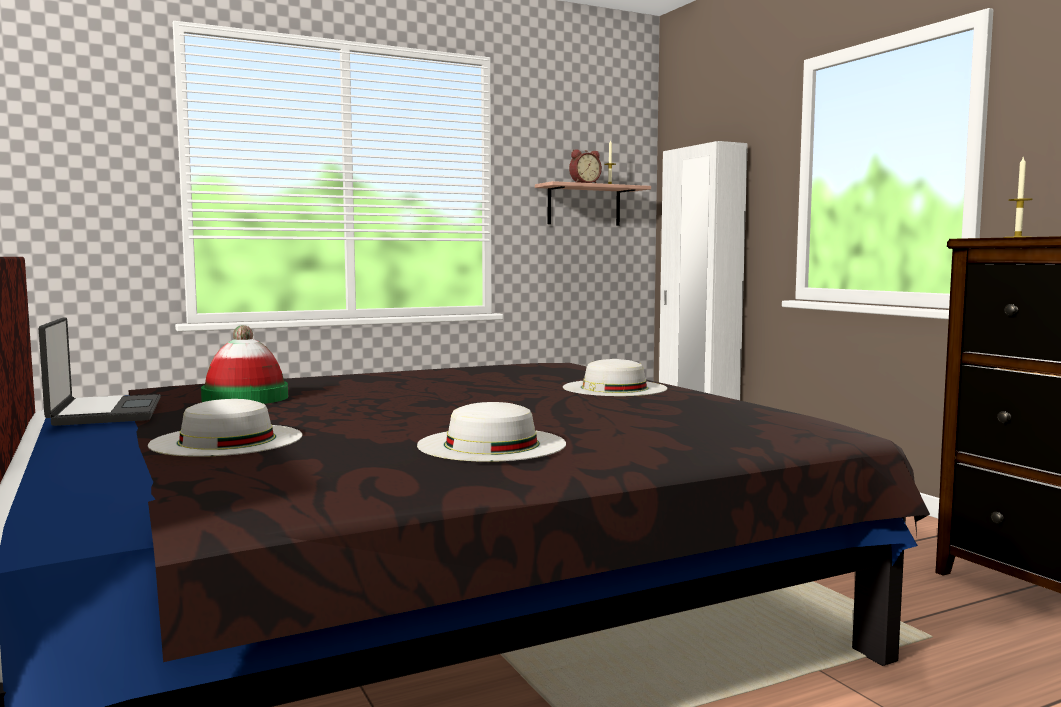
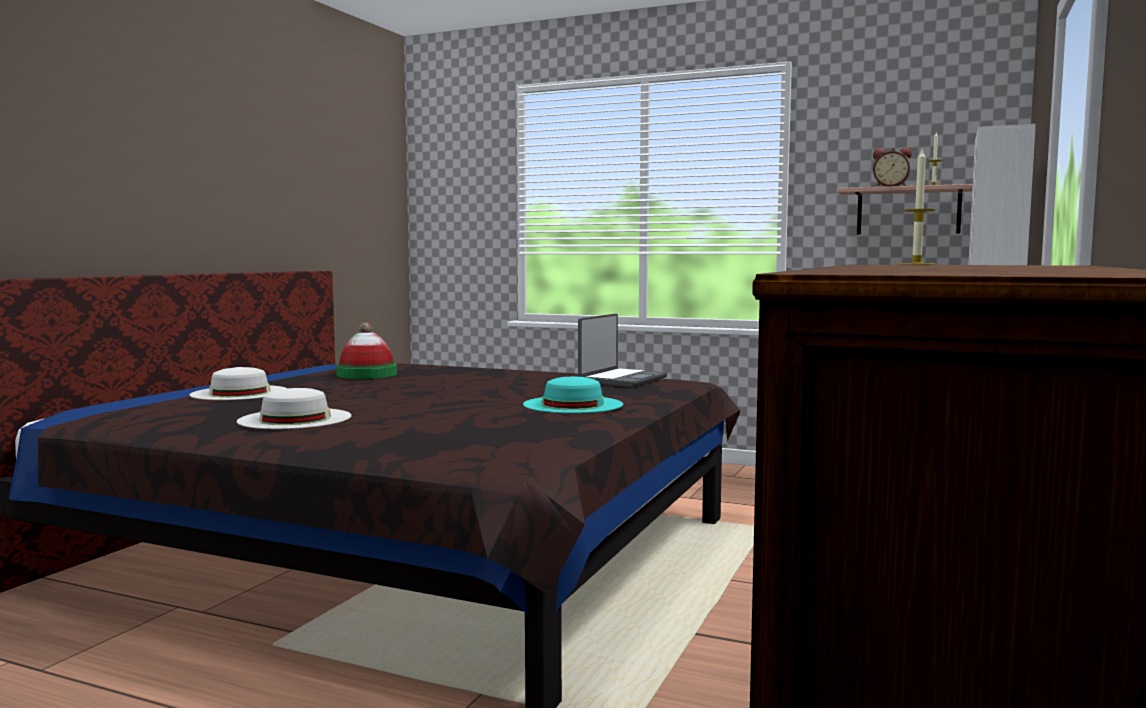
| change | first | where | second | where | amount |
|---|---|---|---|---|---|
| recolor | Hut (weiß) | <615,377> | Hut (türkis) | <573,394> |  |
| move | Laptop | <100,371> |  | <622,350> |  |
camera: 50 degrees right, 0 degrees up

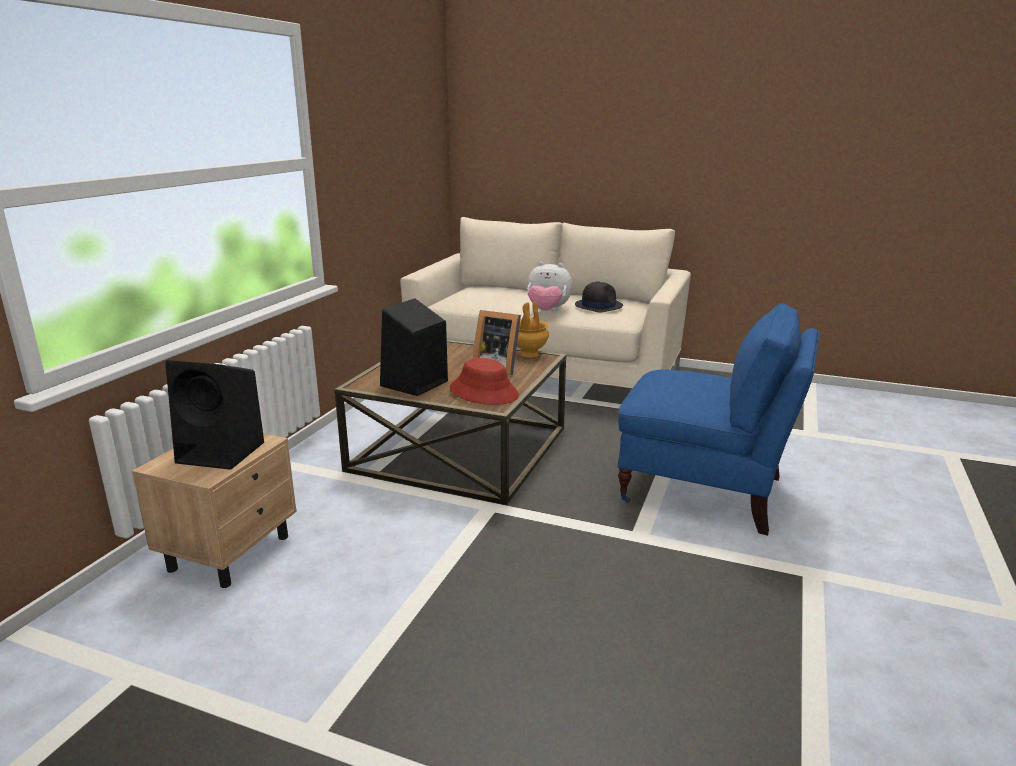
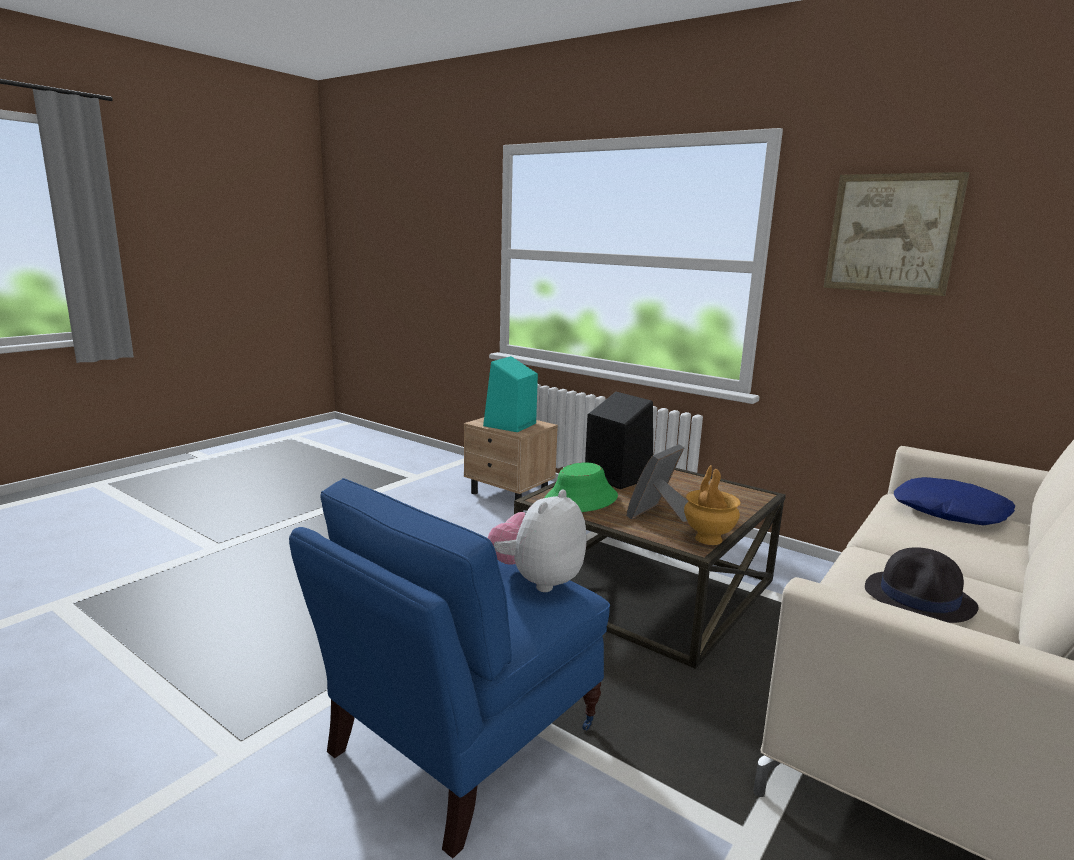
| change | first | where | second | where | amount |
|---|---|---|---|---|---|
| recolor | Lautsprecher (schwarz) | <214,415> | Lautsprecher (türkis) | <510,394> |  |
| move | Plüschtier | <549,286> |  | <537,540> |  |
| recolor | Hut (rot) | <484,381> | Hut (grün) | <581,487> |  |
| insert |  |  | Bild | <897,234> |  |
| insert |  |  | Kissen (blau) | <954,501> |  |
camera: 105 degrees right, 5 degrees down

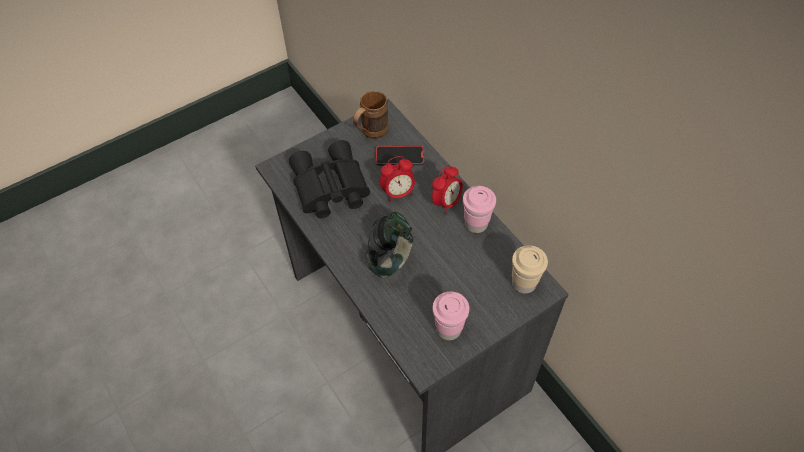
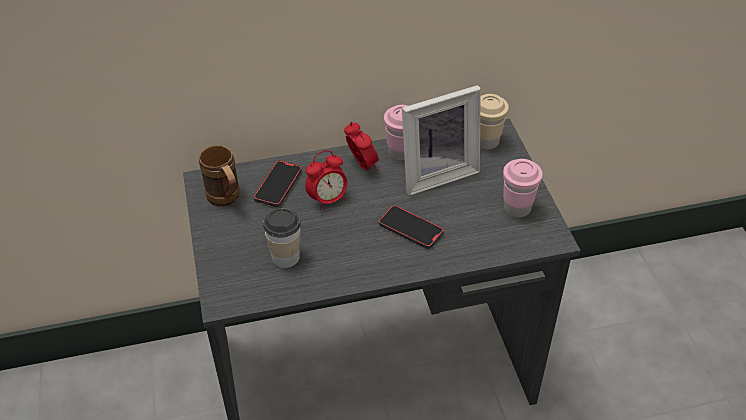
| change | first | where | second | where | amount |
|---|---|---|---|---|---|
| replace | Fernglas (schwarz) | <329,179> | Tasse | <282,238> |  |
| rotate | Wecker | <397,179> |  | <326,180> | 60 degrees clockwise |
| replace | Kopfhörer | <389,245> | Handy | <411,227> |  |
| insert |  |  | Bilderrahmen | <441,140> |  |
camera: 70 degrees left, 10 degrees down

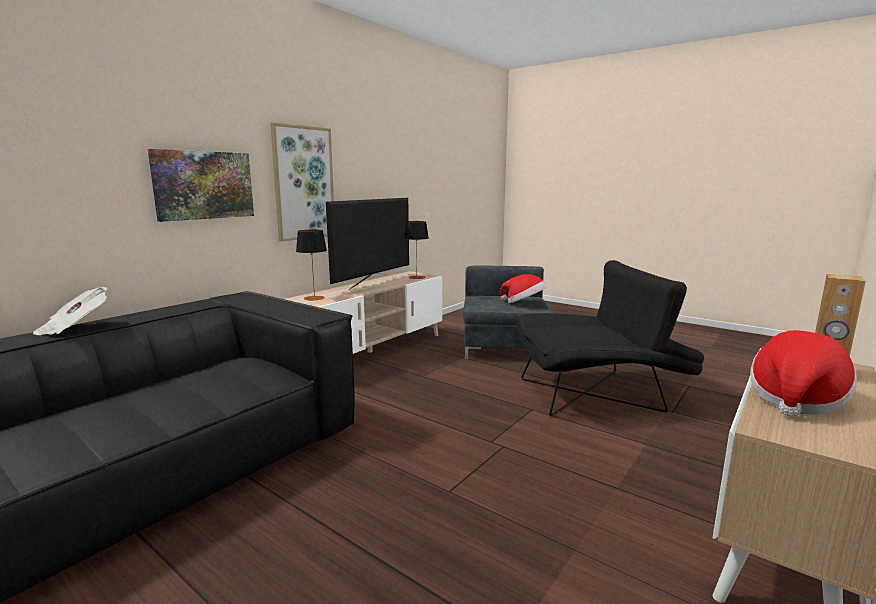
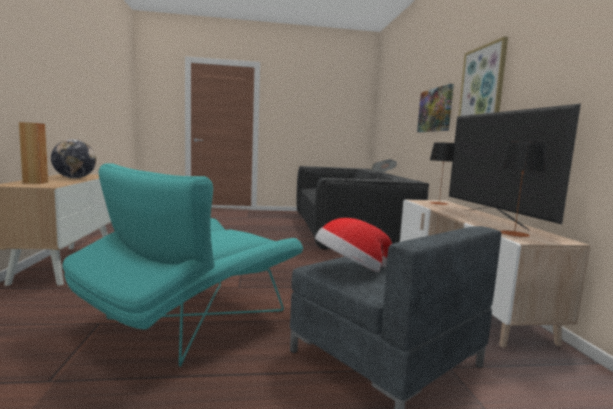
| change | first | where | second | where | amount |
|---|---|---|---|---|---|
| replace | Hut | <803,373> | Globus | <73,158> |  |
| recolor | Sessel (schwarz) | <610,338> | Sessel (türkis) | <182,265> |  |
camera: 135 degrees right, 5 degrees down

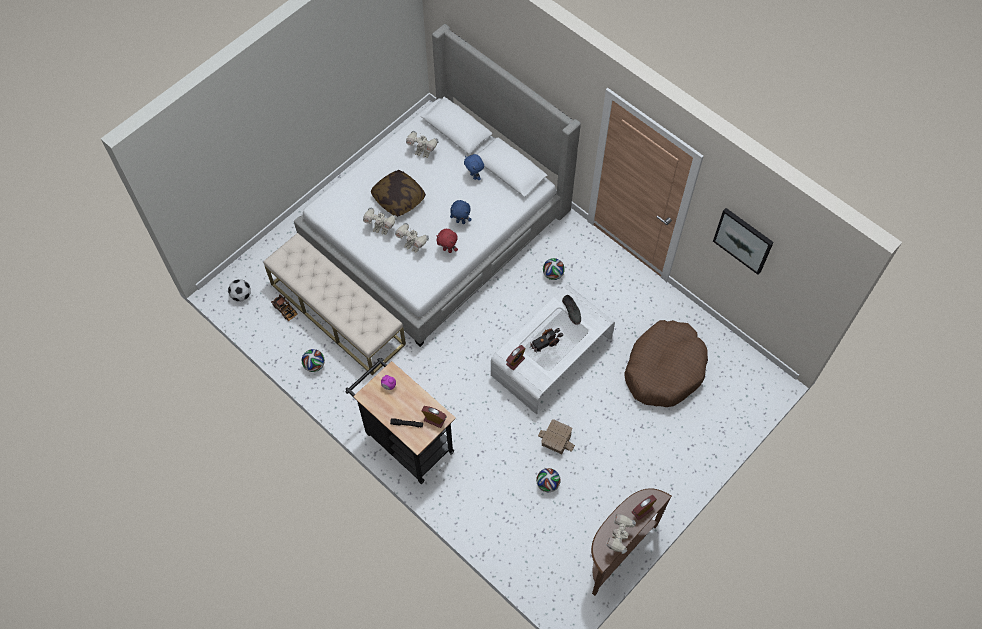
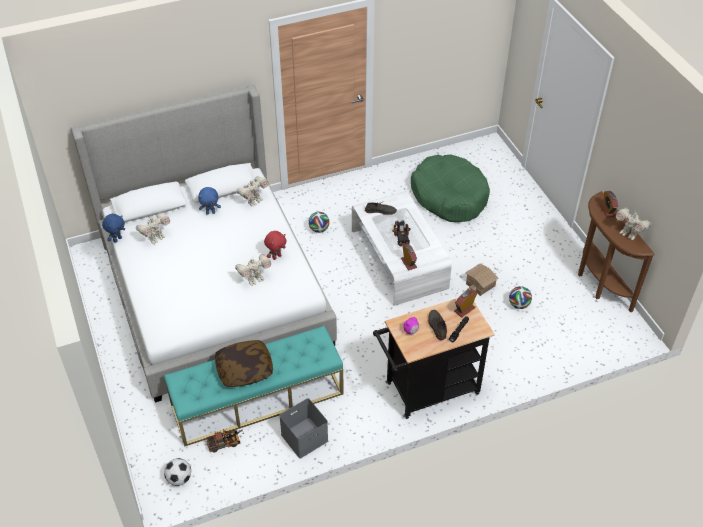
| change | first | where | second | where | amount |
|---|---|---|---|---|---|
| move | Plüschtier (blau) | <460,212> |  | <113,228> |  |
| recolor | Bank (beige) | <334,304> | Bank (türkis) | <254,386> |  |
| move | Kissen | <398,193> |  | <244,363> |  |
| move | Spielzeugroboter | <380,221> |  | <252,191> |  |
| replace | Fußball | <313,360> | Aufbewahrungsbox (grau) | <303,428> |  |
| recolor | Hundebett (braun) | <666,363> | Hundebett (grün) | <450,188> |  |
| insert |  |  | Schuh (grau) | <437,325> |  |
| delete | Bild | <743,241> |  |  |  |
camera: 65 degrees left, 15 degrees down

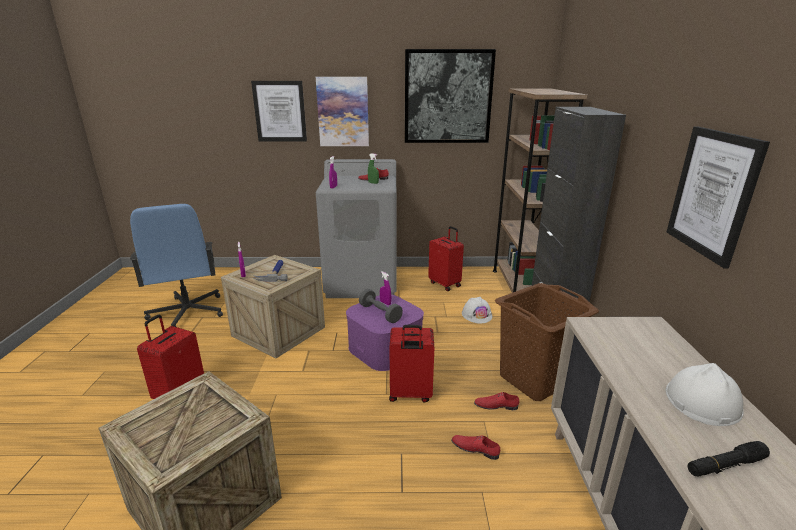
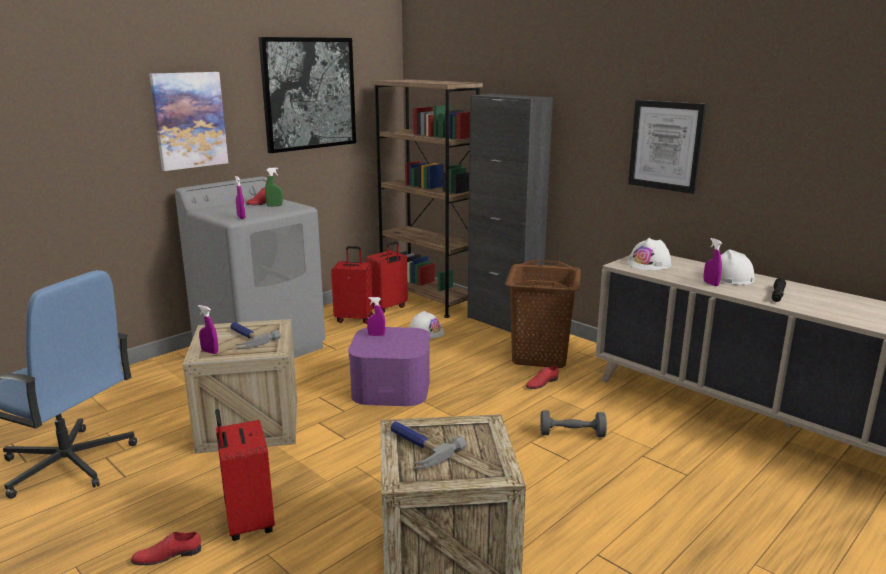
| change | first | where | second | where | amount |
|---|---|---|---|---|---|
| move | Schuh (rot) | <475,447> |  | <166,548> |  |
| move | Koffer (rot) | <411,363> |  | <387,277> |  |
| insert |  |  | Hammer | <428,445> |  |
| move | Hantel (grau) | <381,306> |  | <573,423> |  |
| insert |  |  | Schutzhelm (weiß) | <649,254> |  |
| insert |  |  | Sprühflasche (lila) | <713,262> |  |
| delete | Bild | <279,111> |  |  |  |
camera: 45 degrees left, 5 degrees down

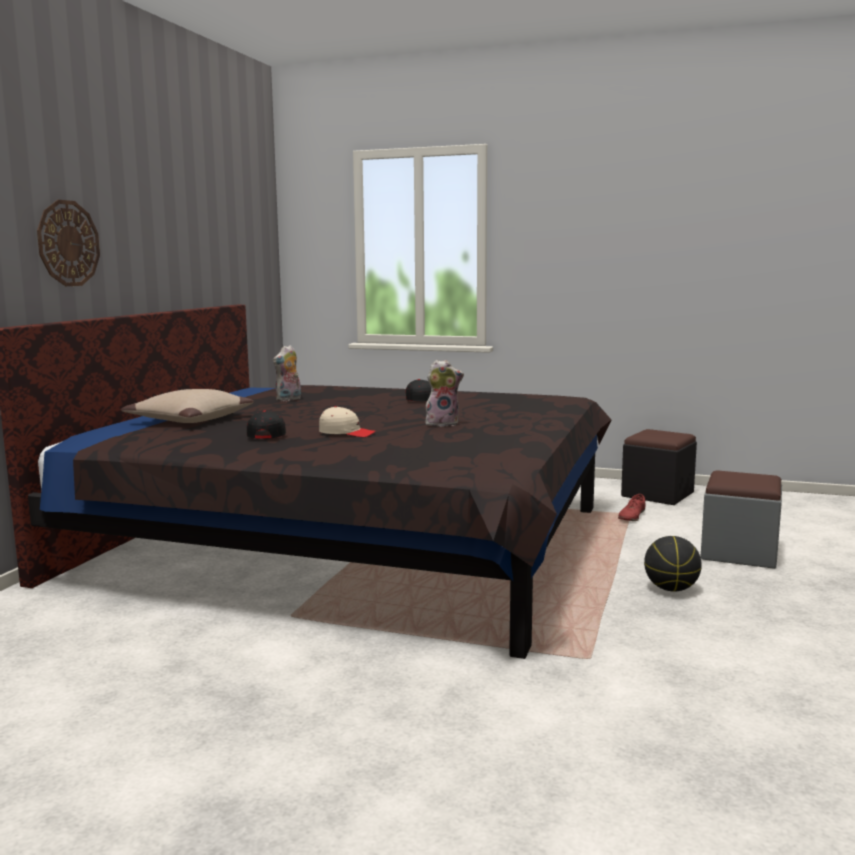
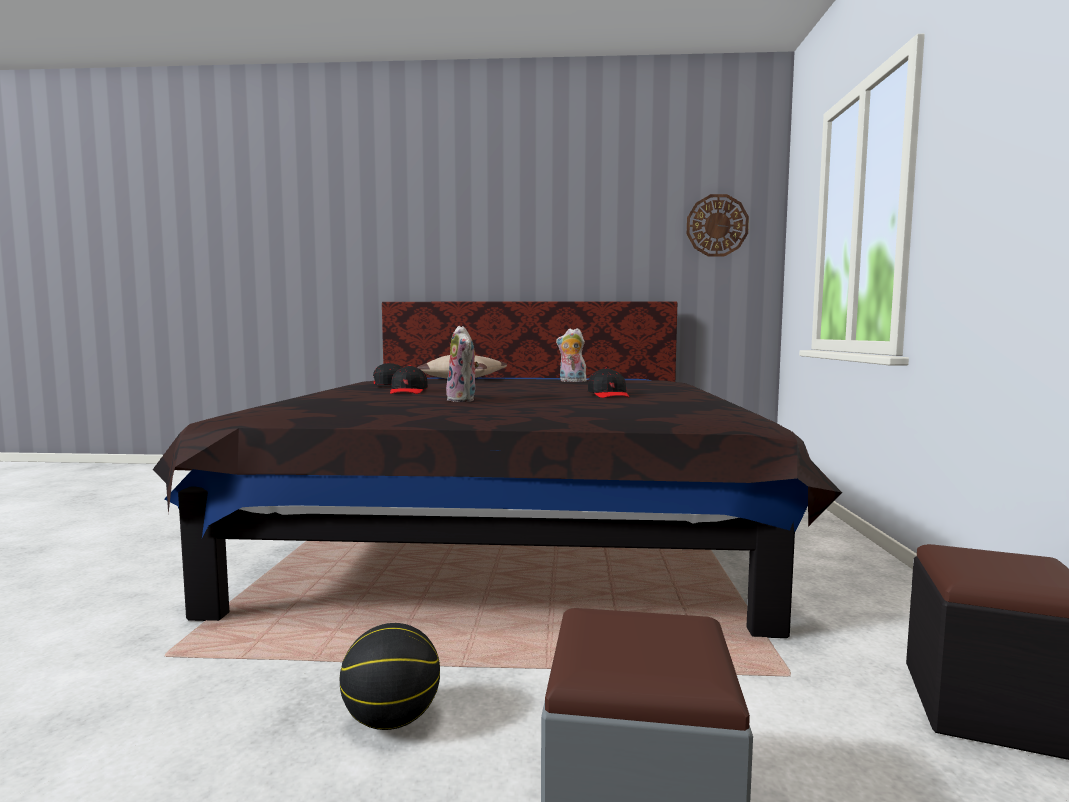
| change | first | where | second | where | amount |
|---|---|---|---|---|---|
| recolor | Kappe (beige) | <347,421> | Kappe (schwarz) | <409,379> |  |
| move | Wanduhr | <68,243> |  | <718,225> |  |
| delete | Schuh (rot) | <632,507> |  |  |  |
camera: 75 degrees right, 5 degrees down

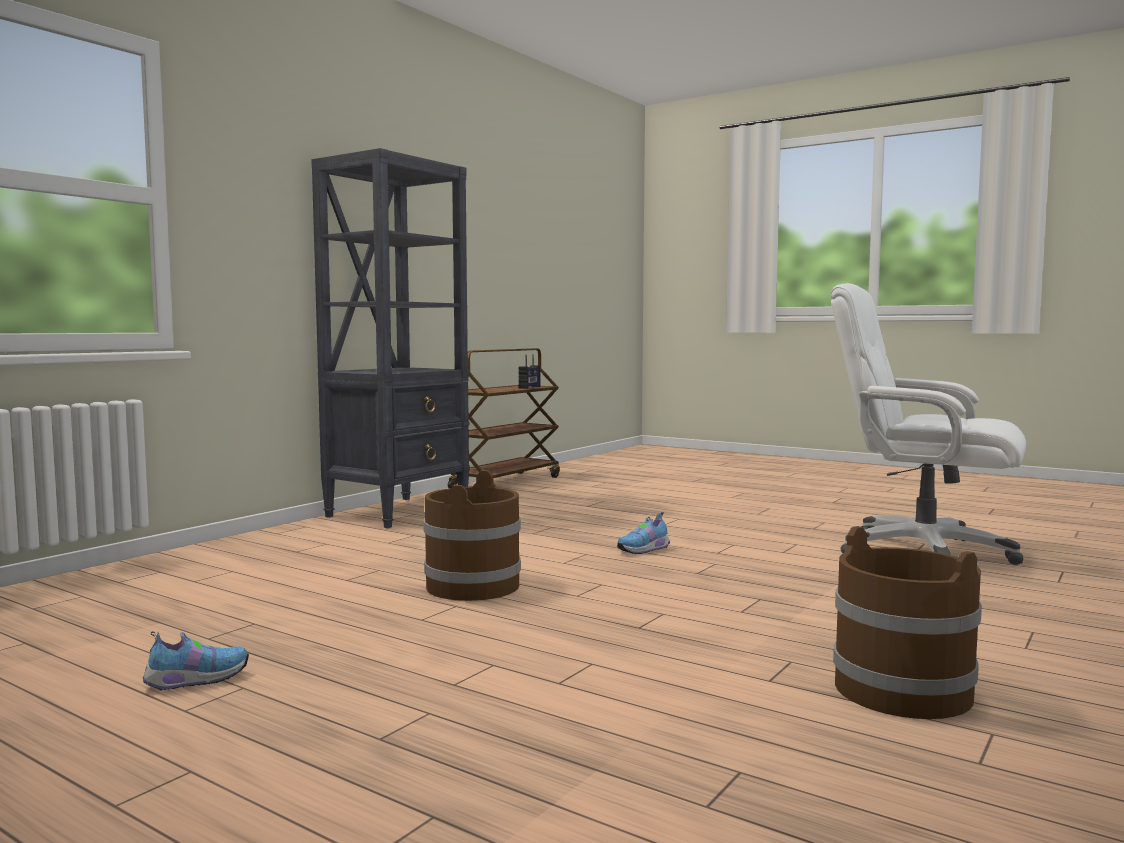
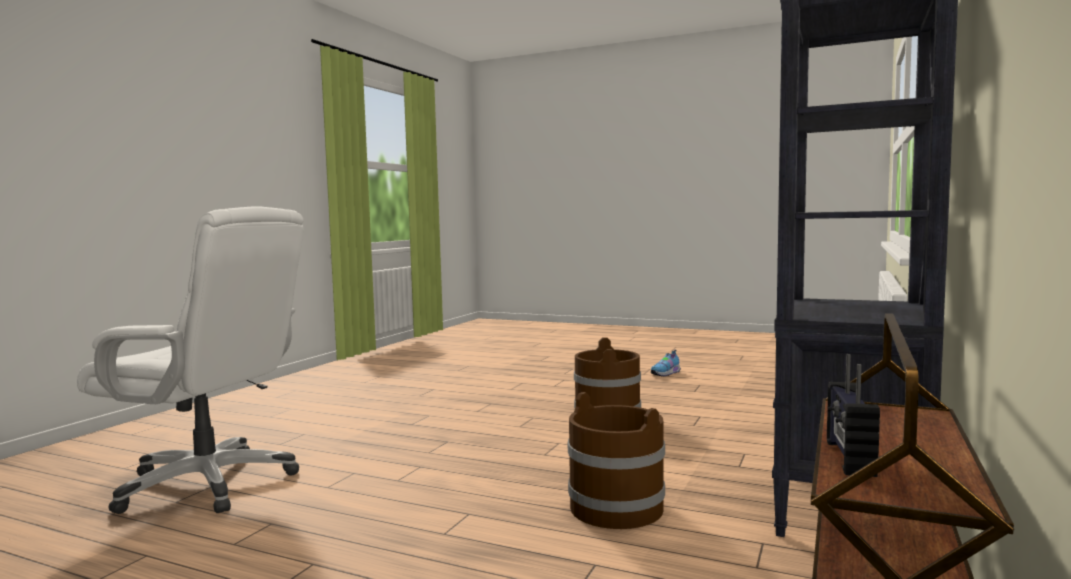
| change | first | where | second | where | amount |
|---|---|---|---|---|---|
| move | Eimer (braun) | <907,622> |  | <616,460> |  |
| delete | Schuh | <643,533> |  |  |  |
camera: 170 degrees right, 0 degrees up

